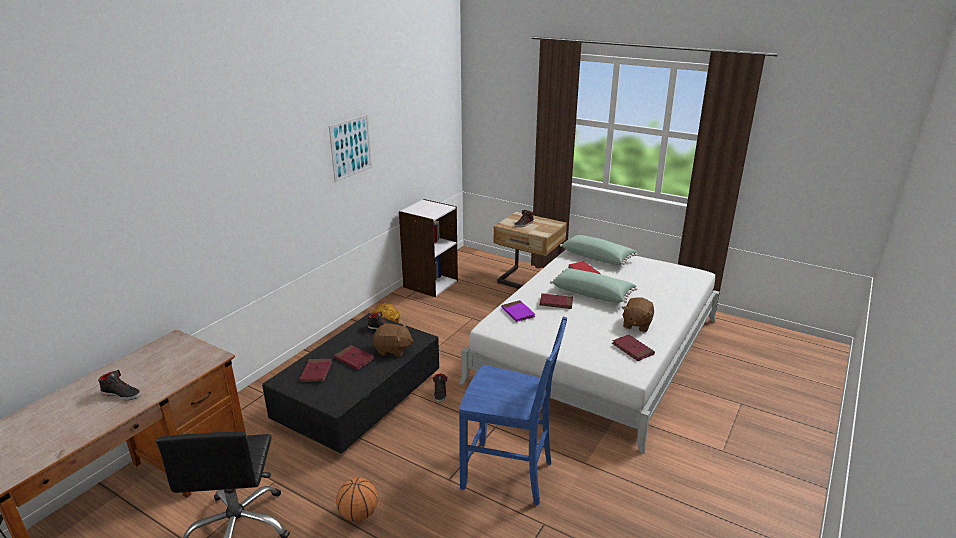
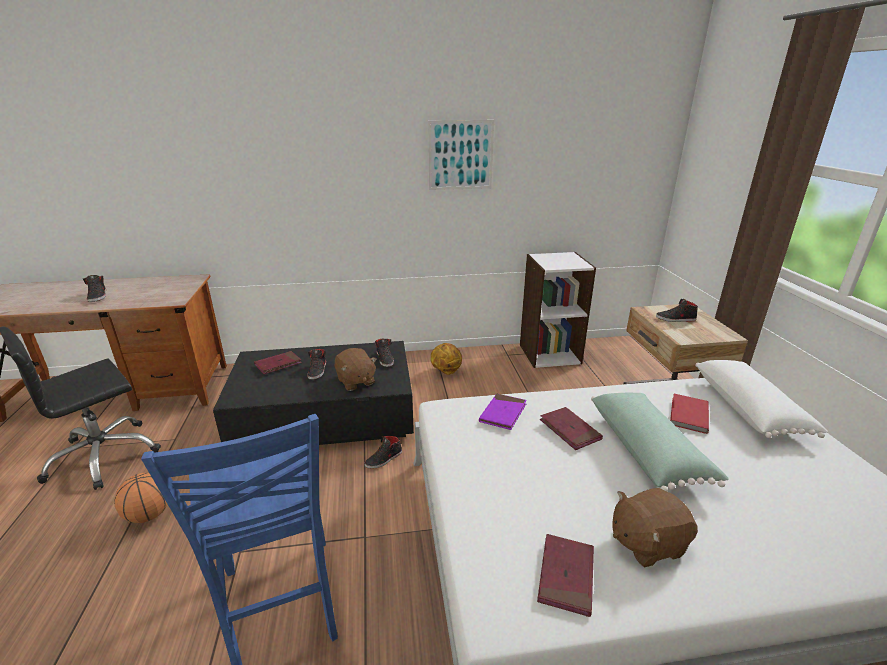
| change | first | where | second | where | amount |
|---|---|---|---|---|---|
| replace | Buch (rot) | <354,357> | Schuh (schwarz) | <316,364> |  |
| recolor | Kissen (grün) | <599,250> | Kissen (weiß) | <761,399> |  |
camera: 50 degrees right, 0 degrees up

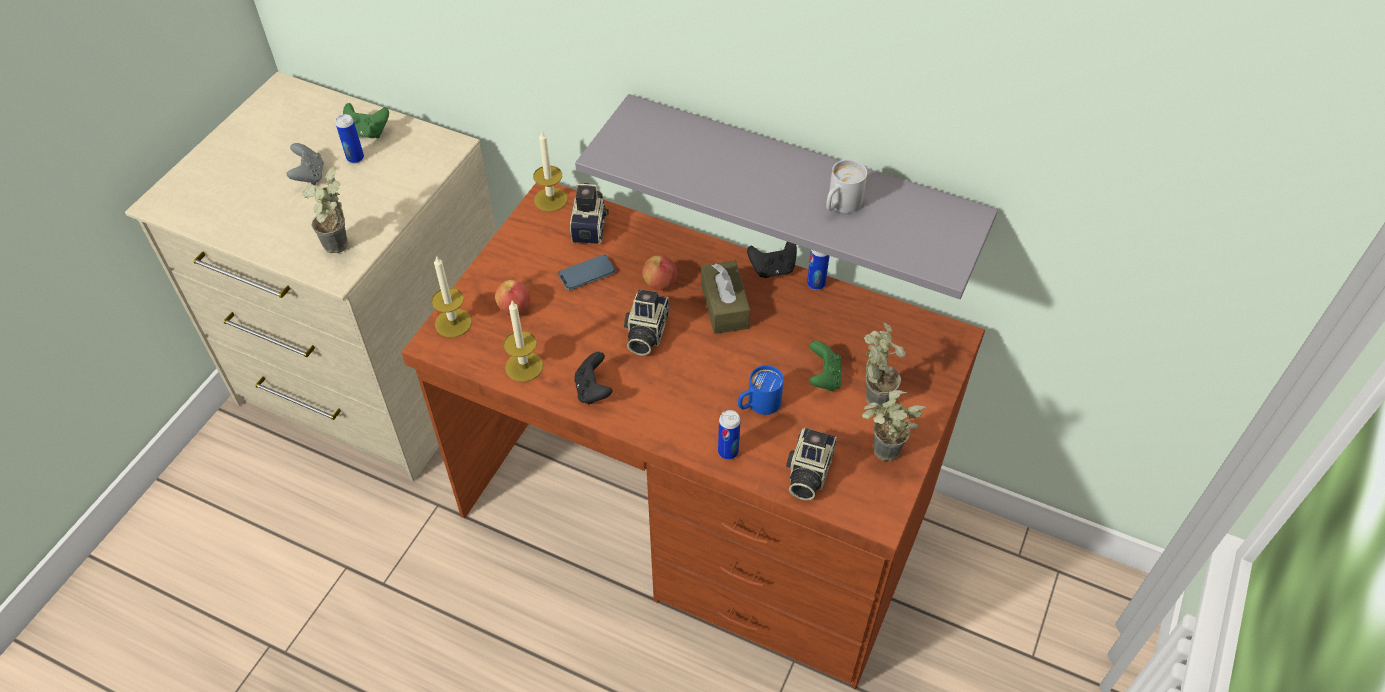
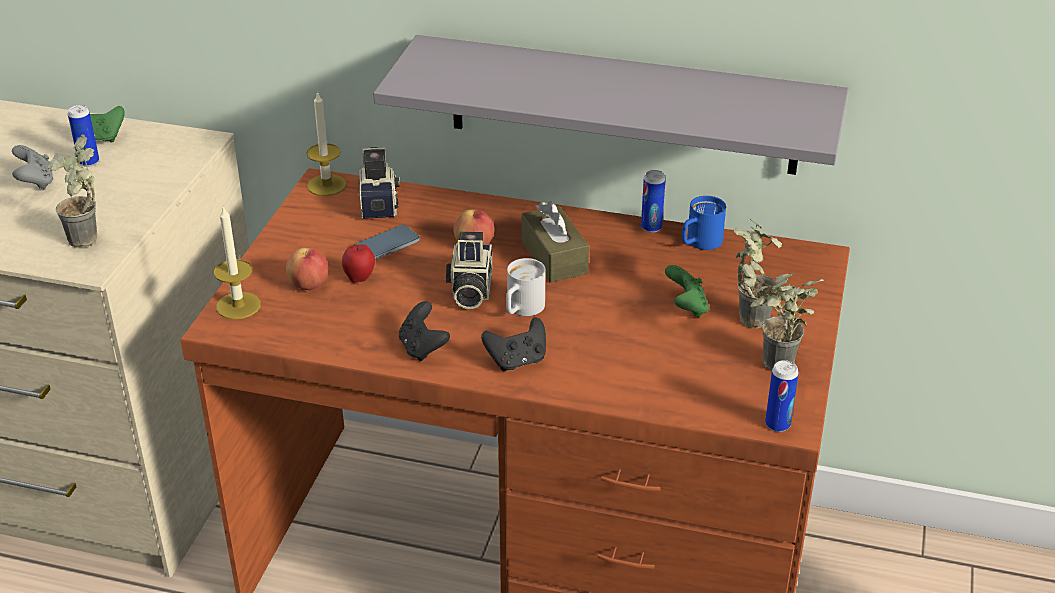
| change | first | where | second | where | amount |
|---|---|---|---|---|---|
| insert |  |  | Apfel | <358,263> |  |
| move | Gamepad (schwarz) | <772,260> |  | <513,344> |  |
| move | Henkelbecher (weiß) | <846,186> |  | <525,287> |  |
| move | Henkelbecher (blau) | <761,390> |  | <704,223> |  |
| move | Dose | <729,435> |  | <782,396> |  |
| delete | Kerze | <523,341> |  |  |  |
| delete | Kamera | <811,464> |  |  |  |
camera: 10 degrees left, 15 degrees down

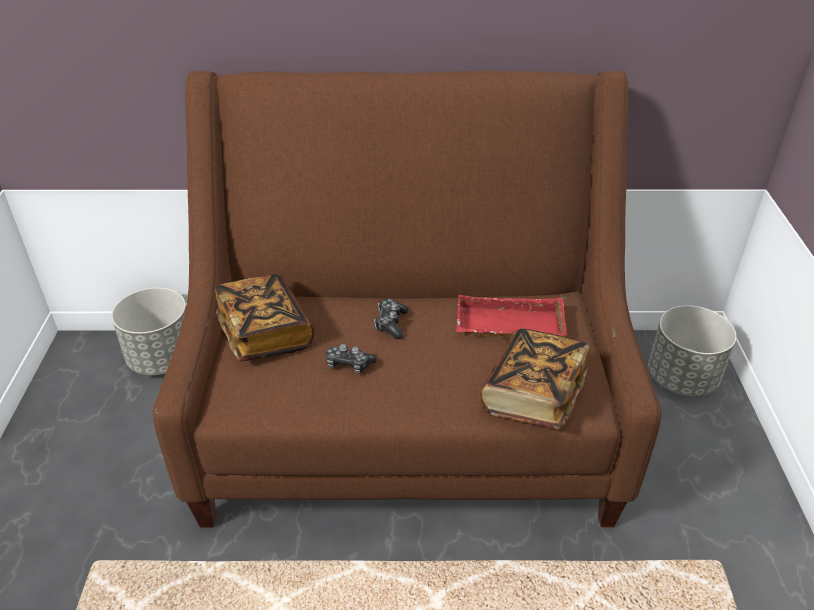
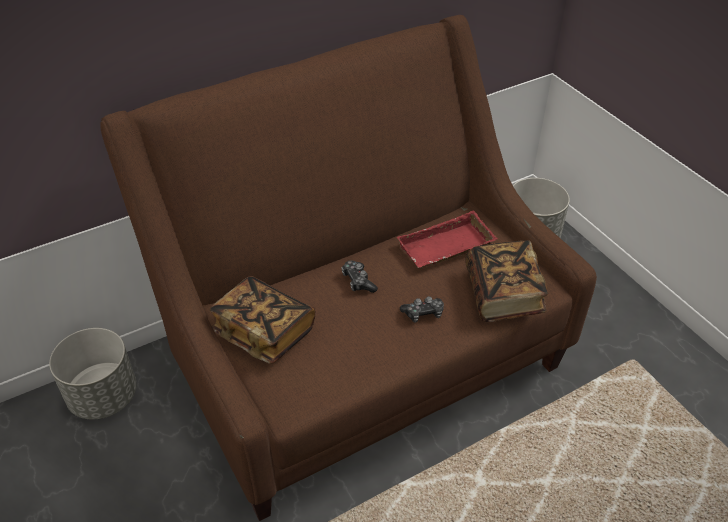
| change | first | where | second | where | amount |
|---|---|---|---|---|---|
| move | Gamepad | <351,359> |  | <422,309> |  |
camera: 30 degrees left, 5 degrees up

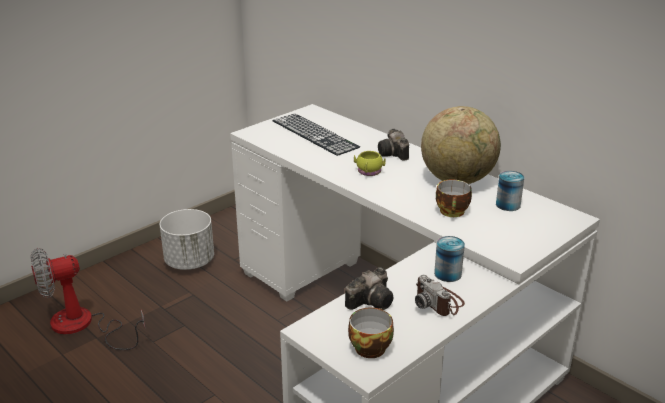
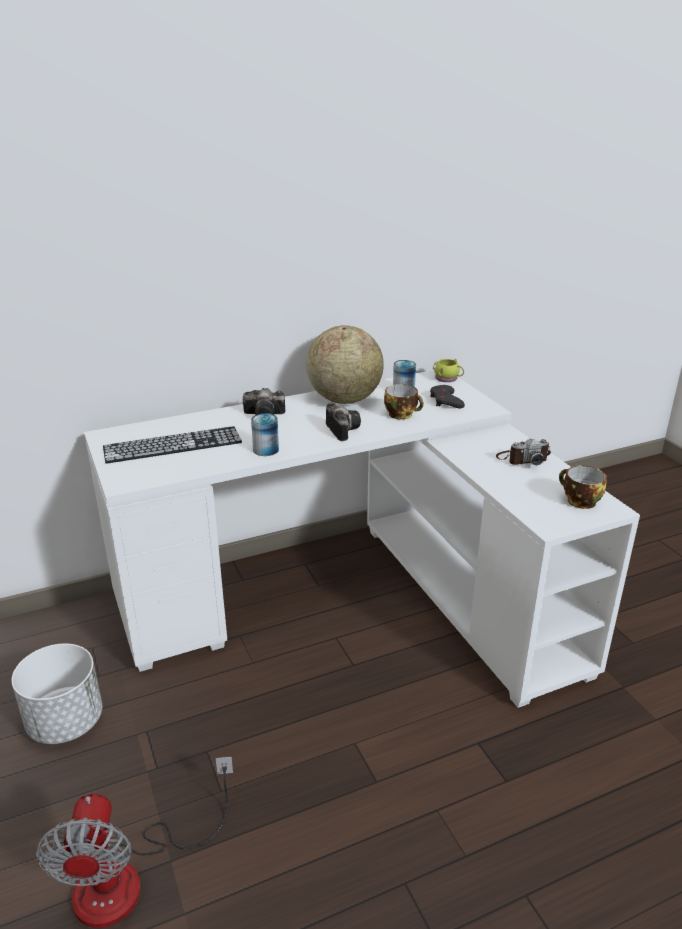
| change | first | where | second | where | amount |
|---|---|---|---|---|---|
| move | Dose | <449,259> |  | <265,434> |  |
| move | Kamera | <369,288> |  | <343,422> |  |
| insert |  |  | Gamepad (grau) | <447,396> |  |
| move | Henkelbecher (gelb) | <370,163> |  | <448,370> |  |
camera: 70 degrees left, 0 degrees up

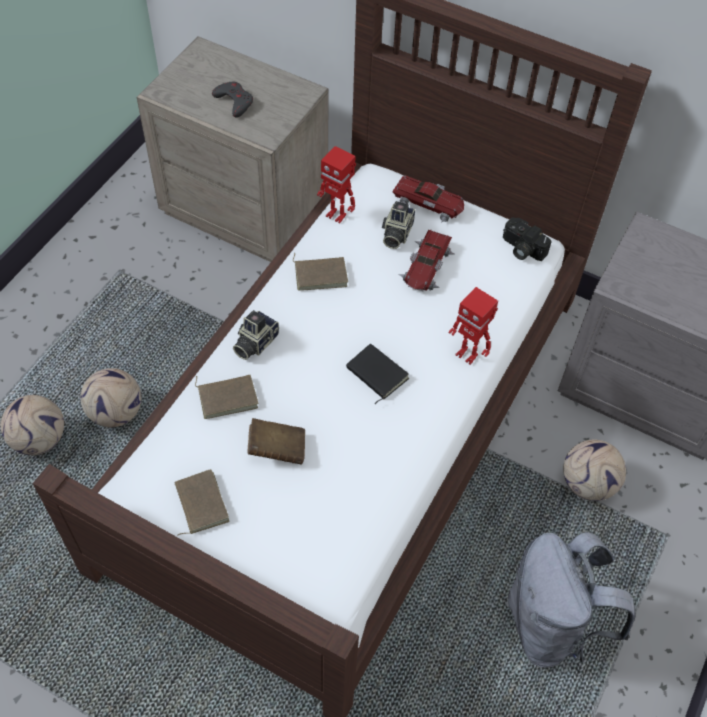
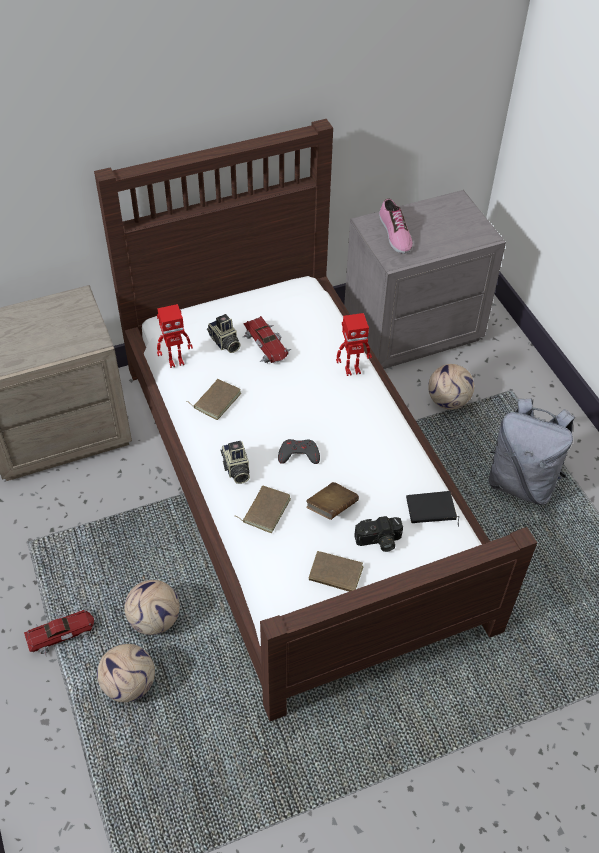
| change | first | where | second | where | amount |
|---|---|---|---|---|---|
| move | Spielzeugauto | <428,199> |  | <59,632> |  |
| move | Gamepad (grau) | <232,99> |  | <299,451> |  |
| move | Kamera | <527,239> |  | <378,534> |  |
| insert |  |  | Schuh | <396,226> |  |
| move | Buch (schwarz) | <377,374> |  | <432,508> |  |
camera: 50 degrees left, 5 degrees down

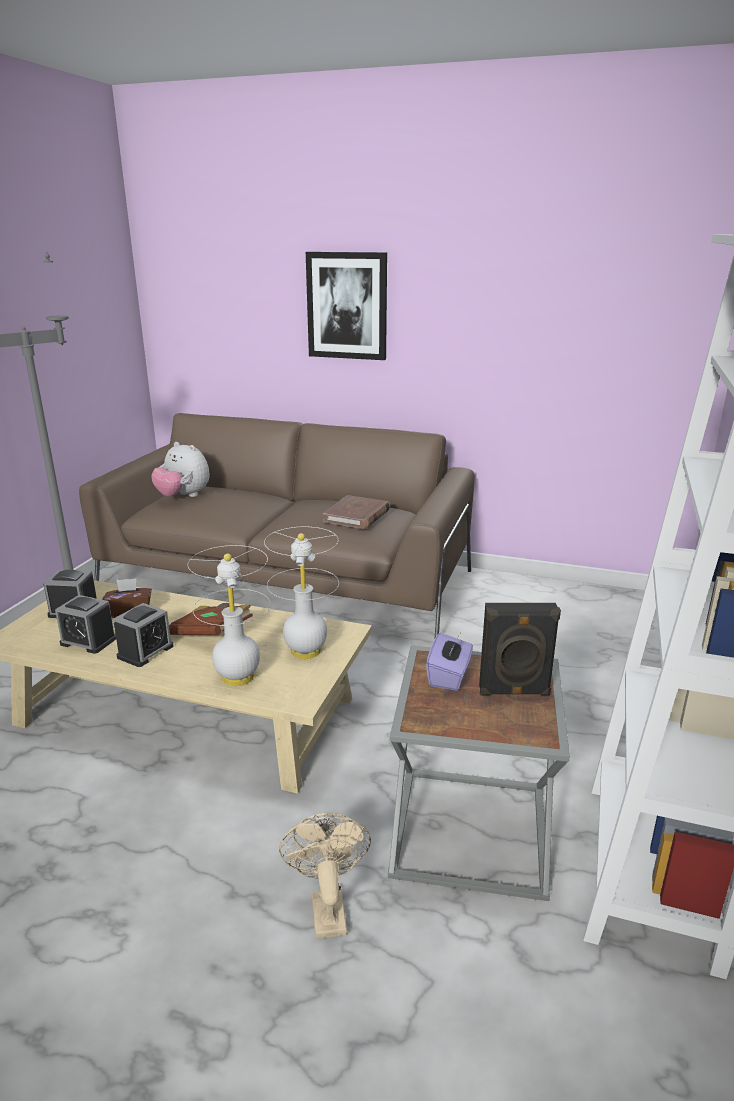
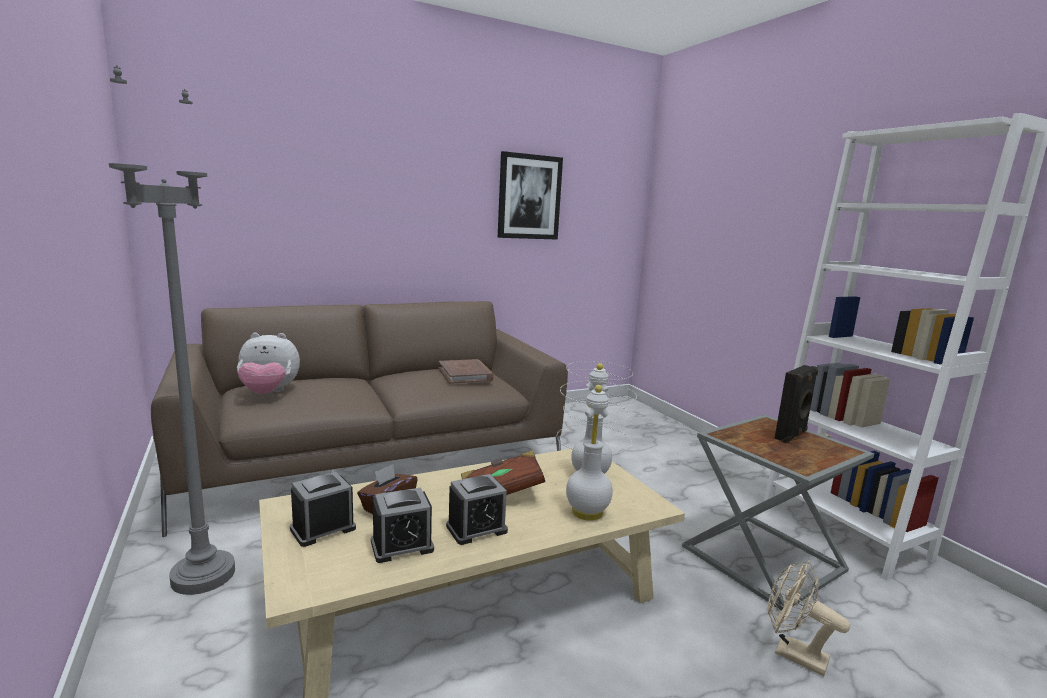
| change | first | where | second | where | amount |
|---|---|---|---|---|---|
| rotate | Wecker | <143,635> |  | <477,509> | 75 degrees clockwise |
| move | Bild | <346,306> |  | <530,195> |  |
| delete | Taschentuchbox (lila) | <449,662> |  |  |  |
camera: 45 degrees left, 10 degrees down

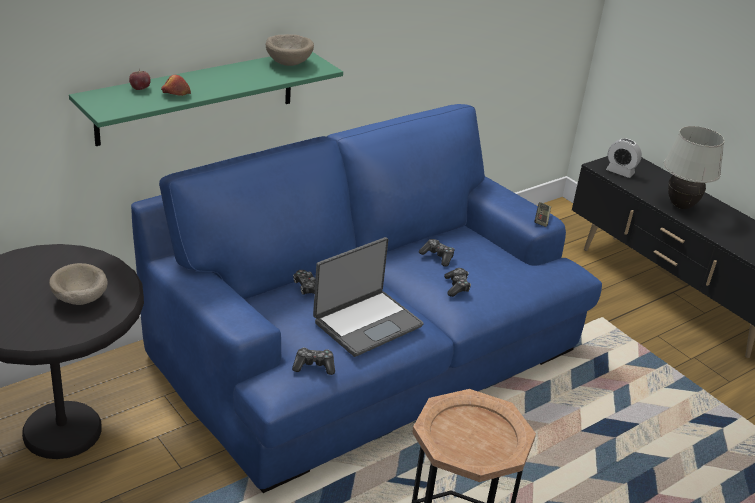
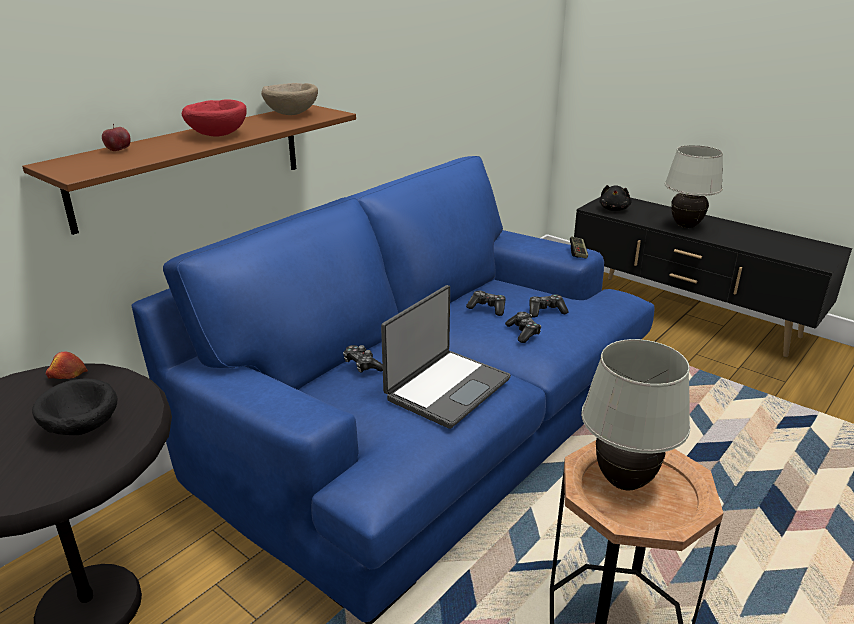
| change | first | where | second | where | amount |
|---|---|---|---|---|---|
| recolor | Wandregal (grün) | <206,99> | Wandregal (braun) | <189,170> |  |
| recolor | Schüssel (beige) | <78,284> | Schüssel (schwarz) | <75,407> |  |
| move | Apfel | <176,85> |  | <67,365> |  |
| insert |  |  | Schüssel (rot) | <214,117> |  |
| move | Gamepad | <313,361> |  | <548,305> |  |
| insert |  |  | Tischlampe (weiß) | <636,414> |  |
| replace | Wecker | <624,158> | Plüschtier (schwarz) | <615,198> |  |
camera: 10 degrees left, 5 degrees down

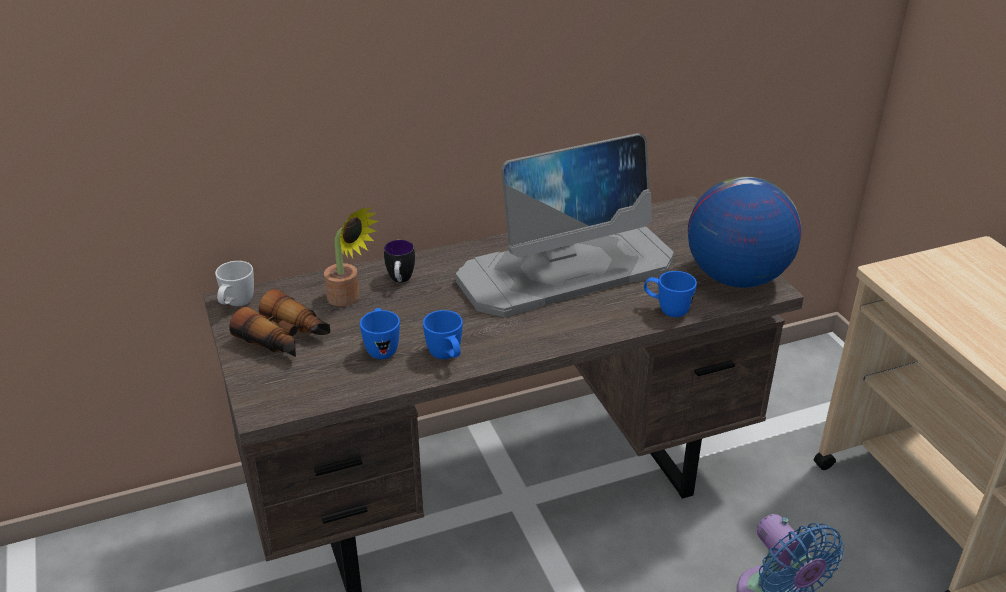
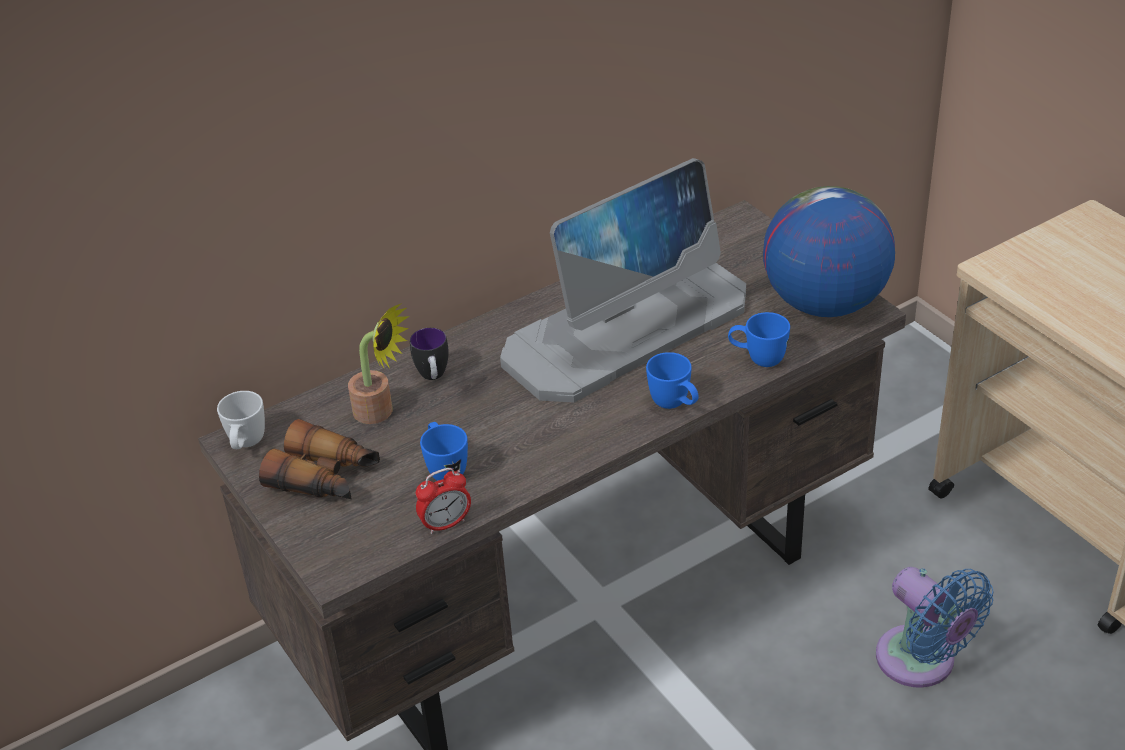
| change | first | where | second | where | amount |
|---|---|---|---|---|---|
| insert |  |  | Wecker | <443,501> |  |
| move | Henkelbecher (blau) | <443,334> |  | <672,380> |  |
camera: 10 degrees left, 5 degrees up

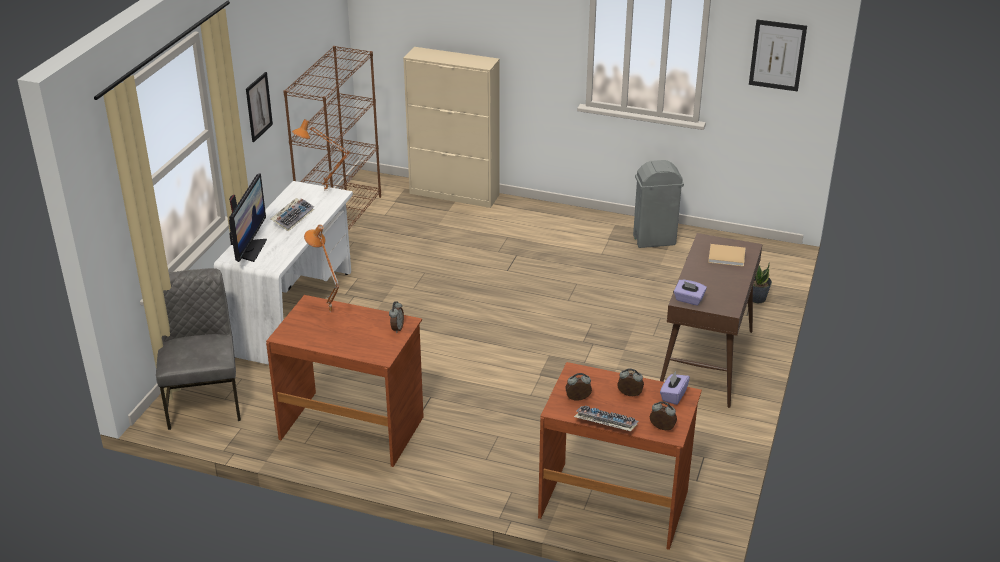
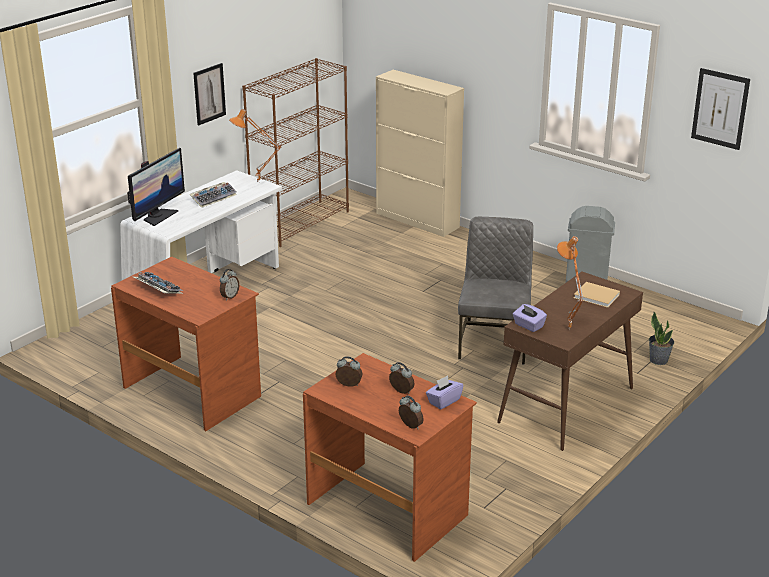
| change | first | where | second | where | amount |
|---|---|---|---|---|---|
| move | Tastatur | <606,418> |  | <158,283> |  |
| move | Stuhl (grau) | <198,349> |  | <495,291> |  |
| move | Tischlampe (orange) | <321,268> |  | <570,283> |  |
camera: 20 degrees right, 5 degrees down

